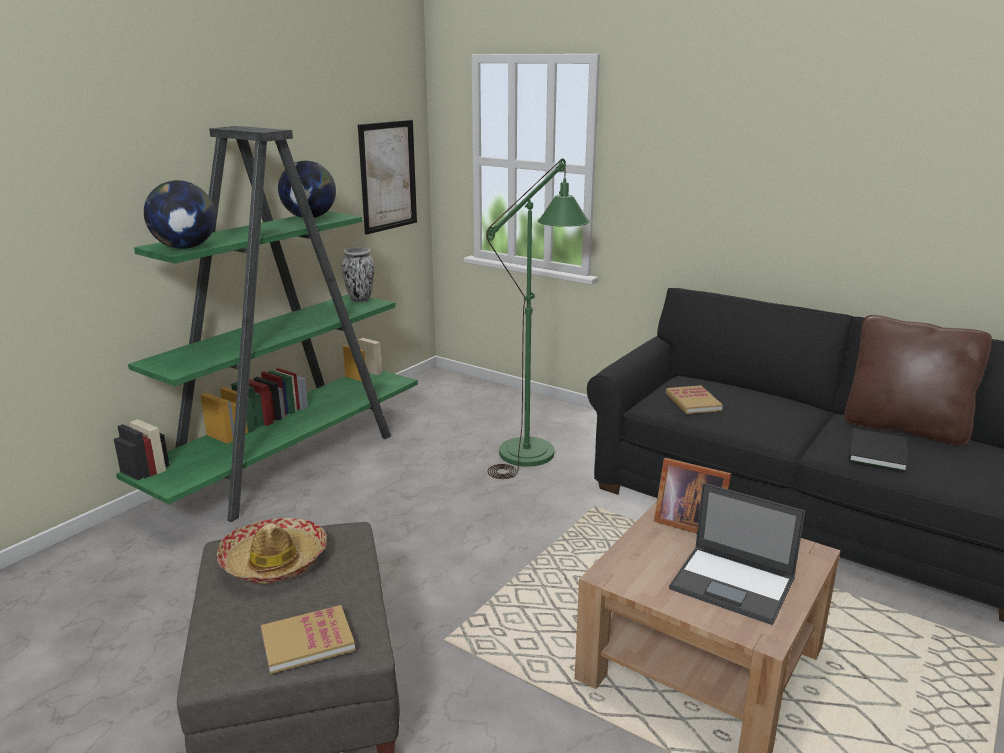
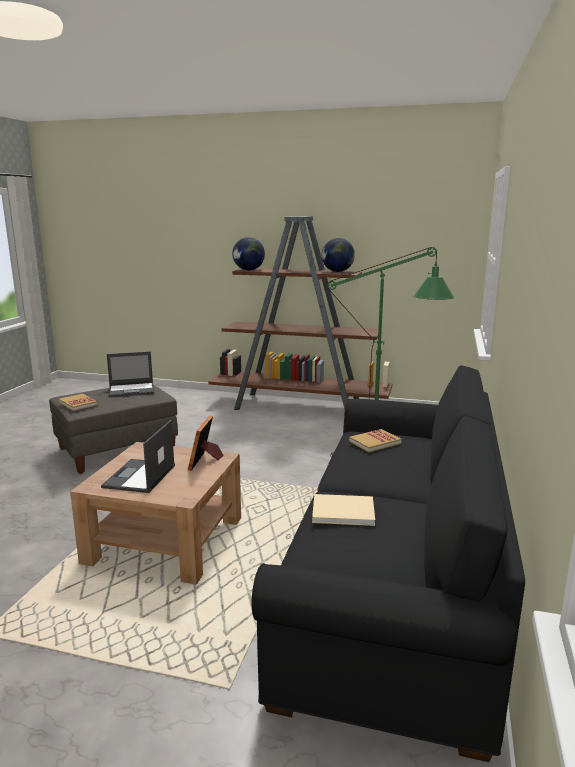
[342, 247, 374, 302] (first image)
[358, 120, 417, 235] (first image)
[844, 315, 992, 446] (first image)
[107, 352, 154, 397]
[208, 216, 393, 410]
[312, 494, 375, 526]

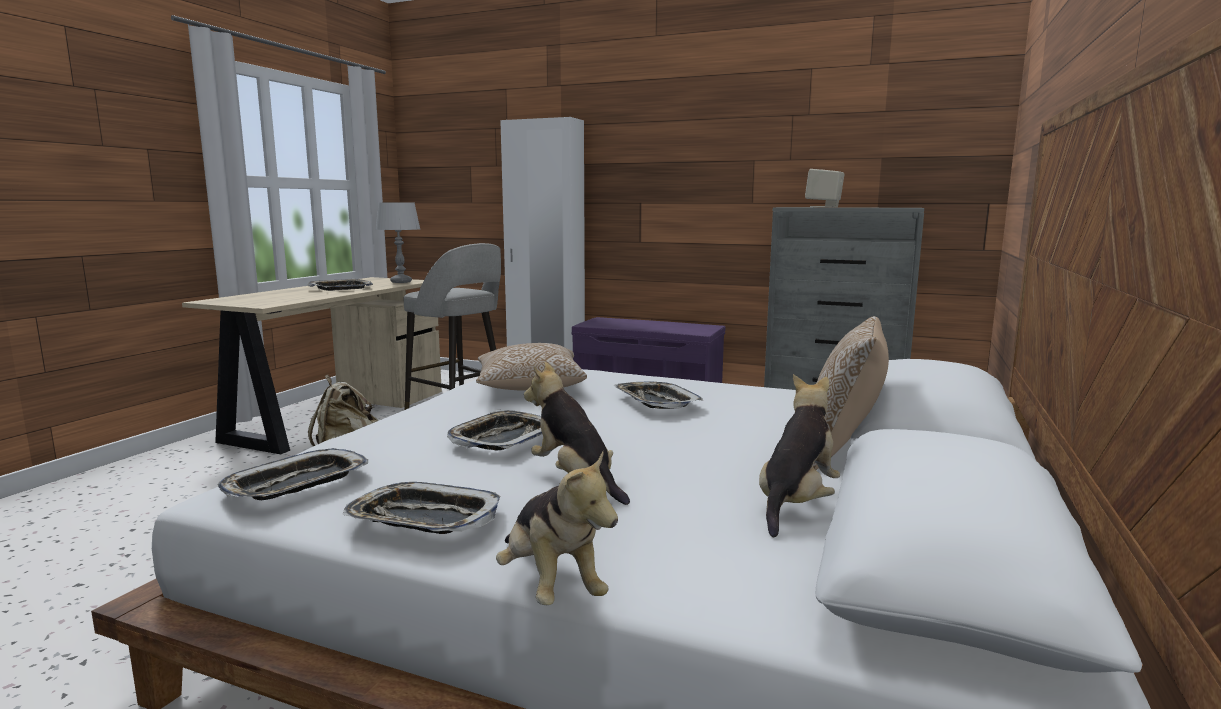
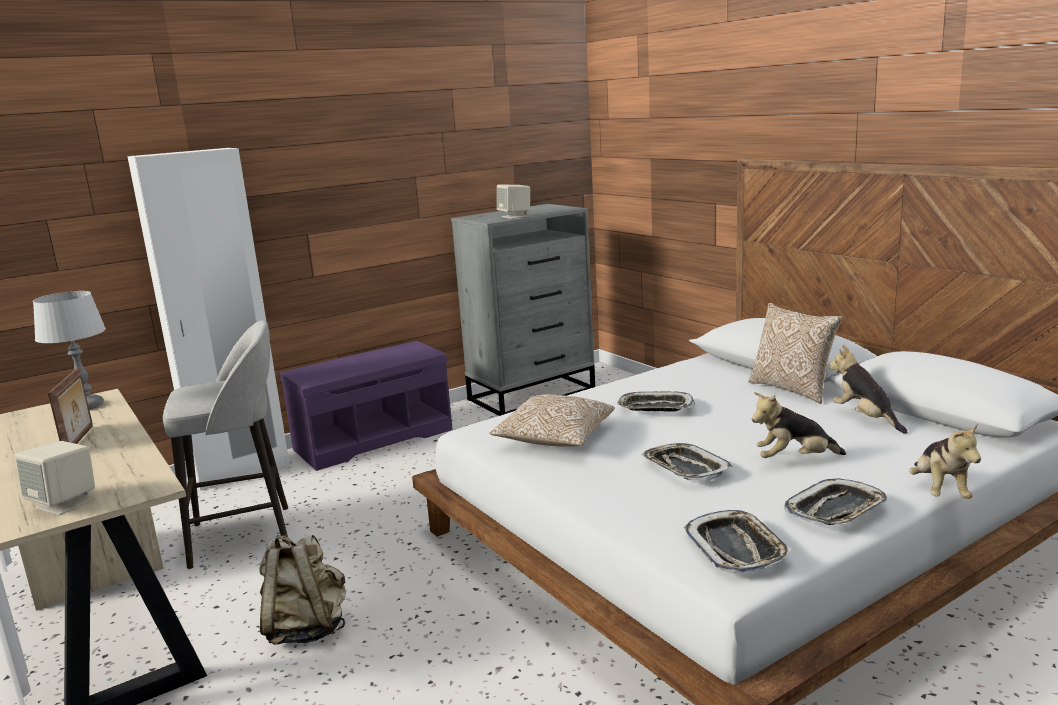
[15, 441, 95, 515]
[48, 367, 93, 444]
[909, 423, 981, 499]

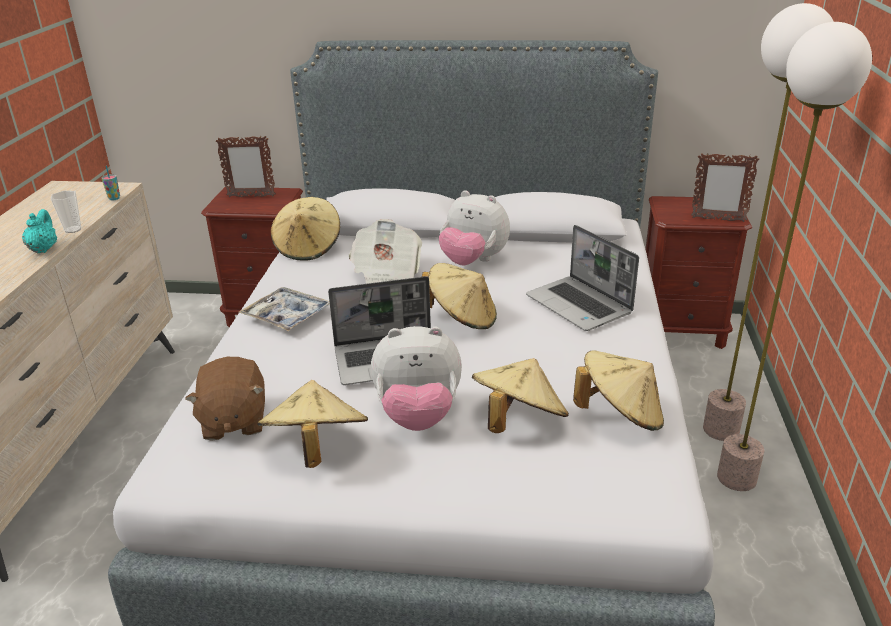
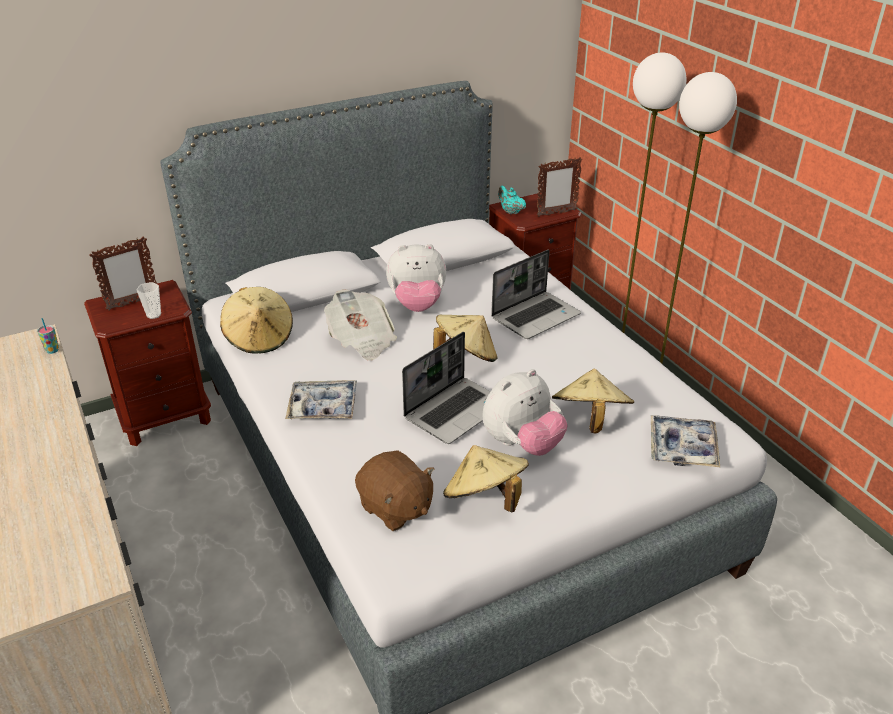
[573, 351, 664, 431] (first image)
[651, 415, 720, 467]
[498, 186, 526, 214]
[136, 282, 161, 319]
[491, 250, 581, 339]

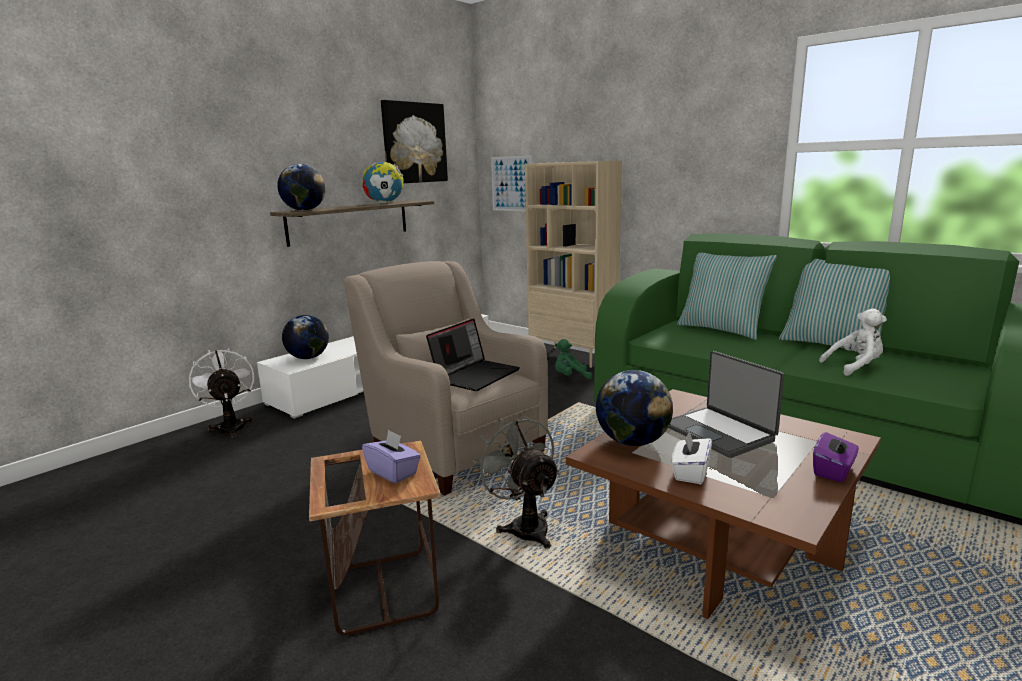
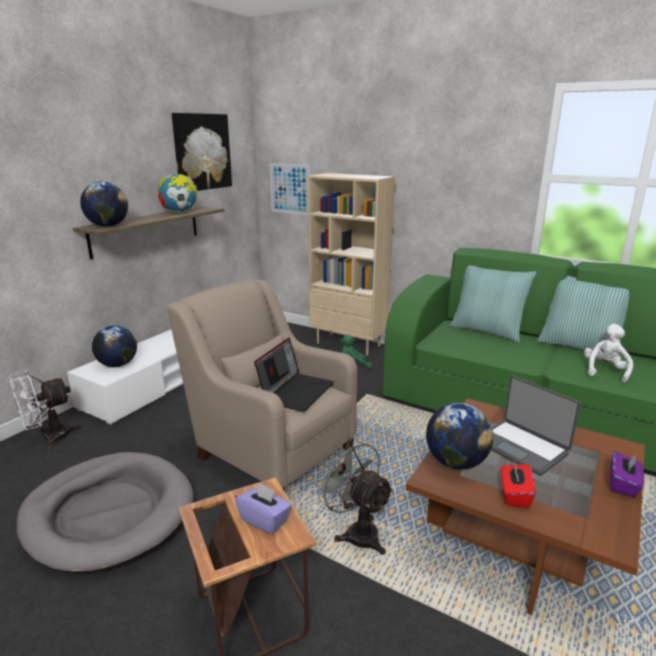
[17, 452, 193, 573]
[501, 460, 536, 508]
[10, 371, 81, 448]
[584, 324, 633, 383]

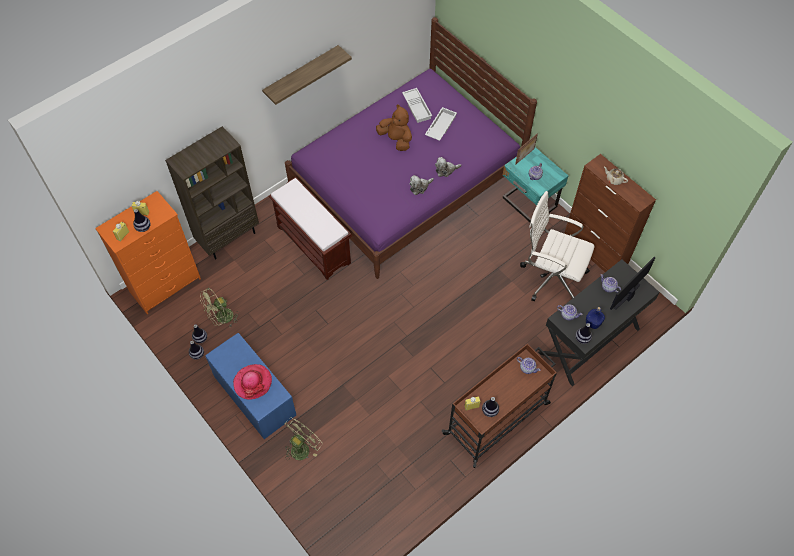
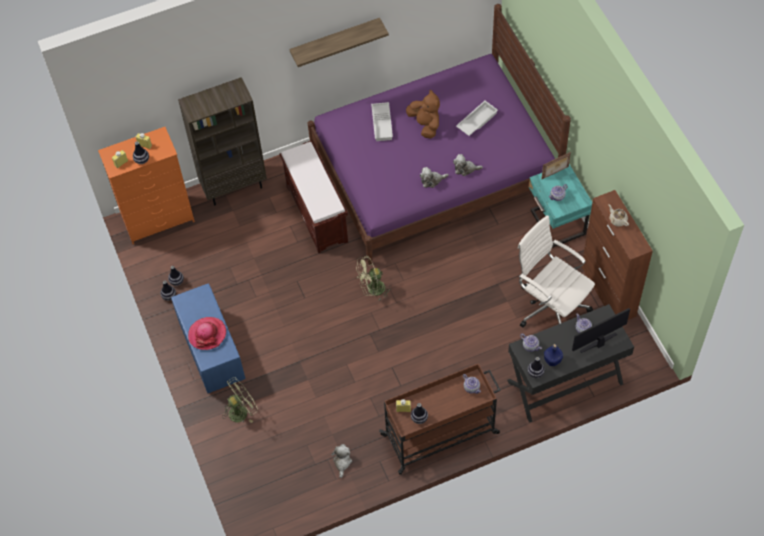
[332, 444, 352, 478]
[356, 256, 392, 301]
[371, 102, 393, 141]

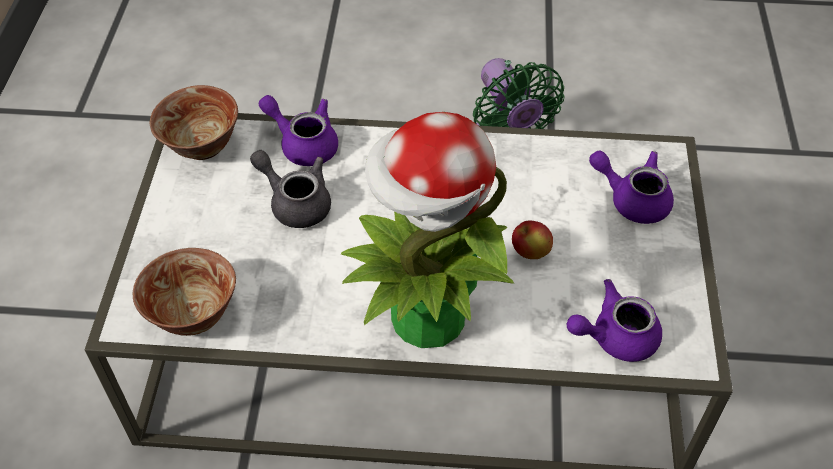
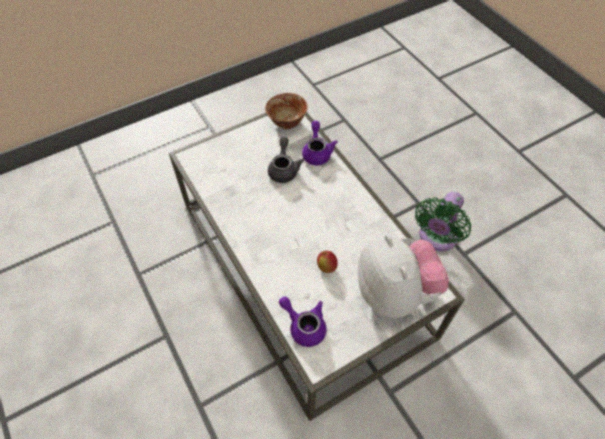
[133, 248, 236, 336] (first image)
[340, 112, 514, 348] (first image)
[358, 233, 449, 318]

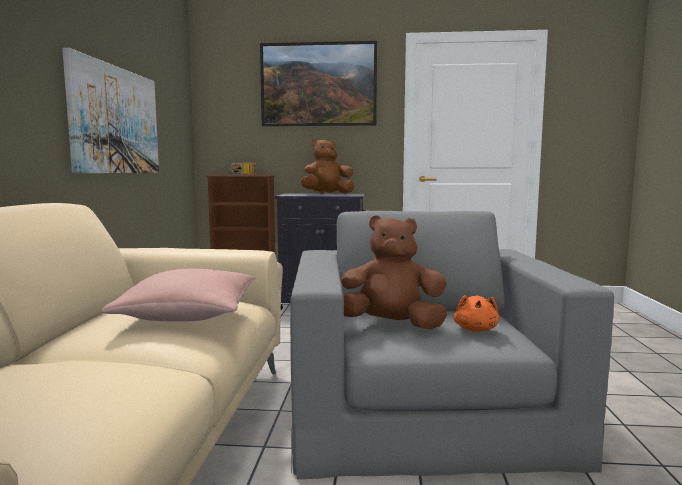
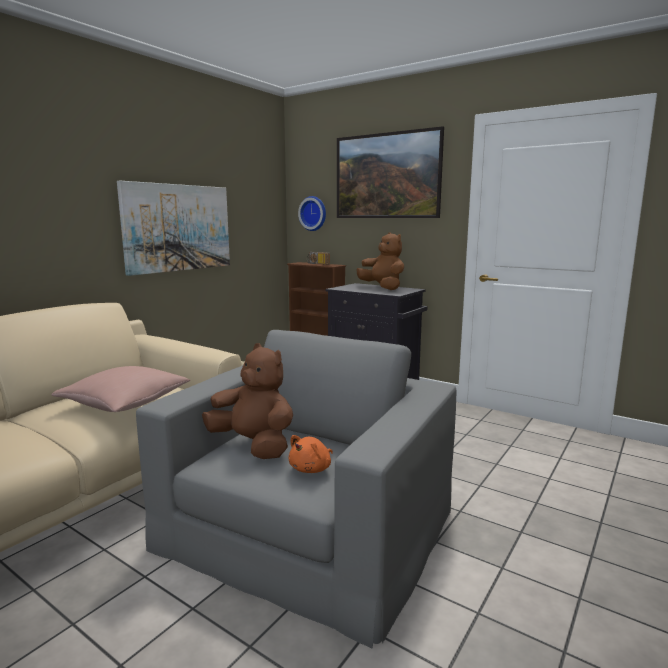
[298, 196, 326, 231]
[356, 232, 404, 290]

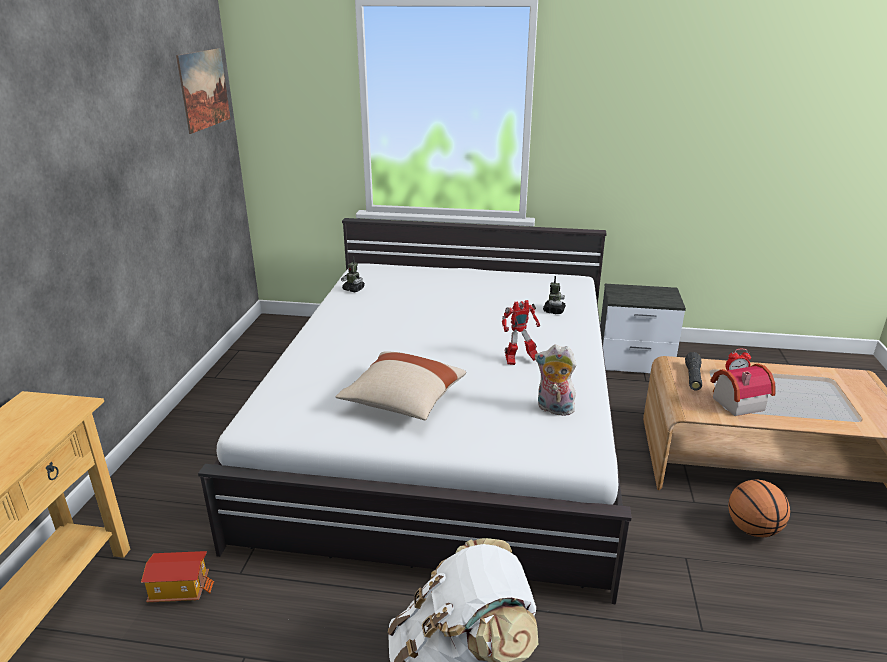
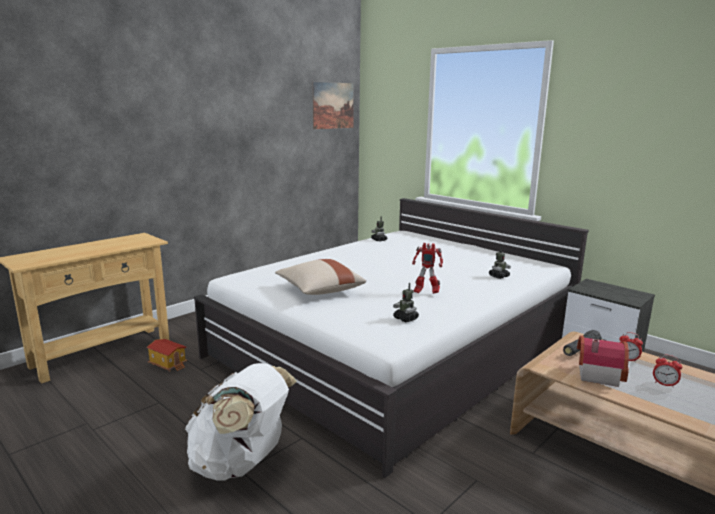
[728, 480, 790, 537] (first image)
[653, 354, 682, 388]
[393, 283, 419, 322]

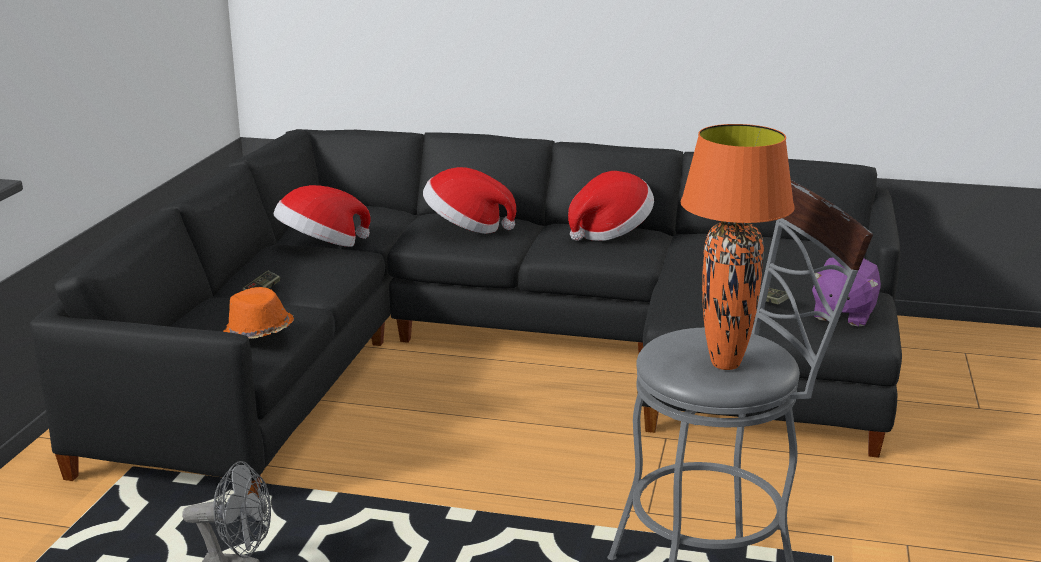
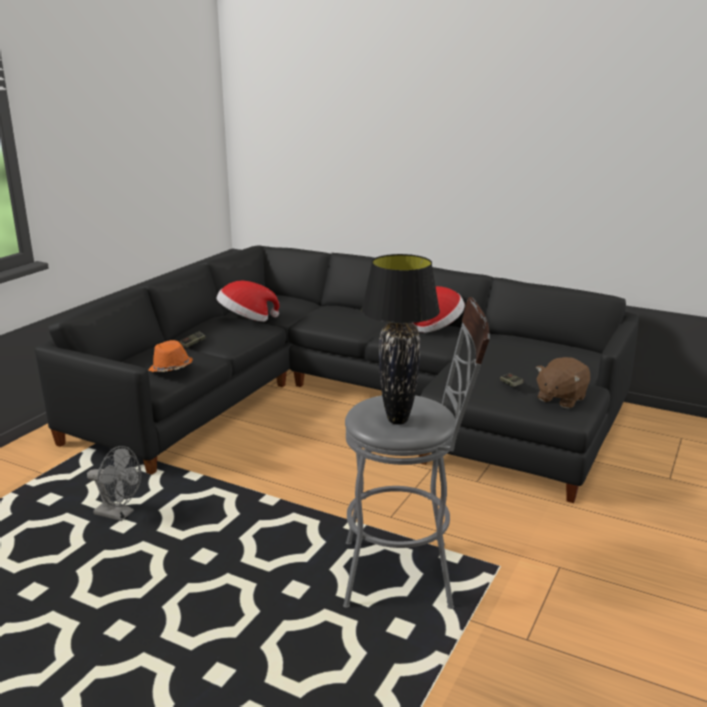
[423, 167, 516, 234] (first image)
[361, 254, 440, 425]
[536, 357, 590, 408]

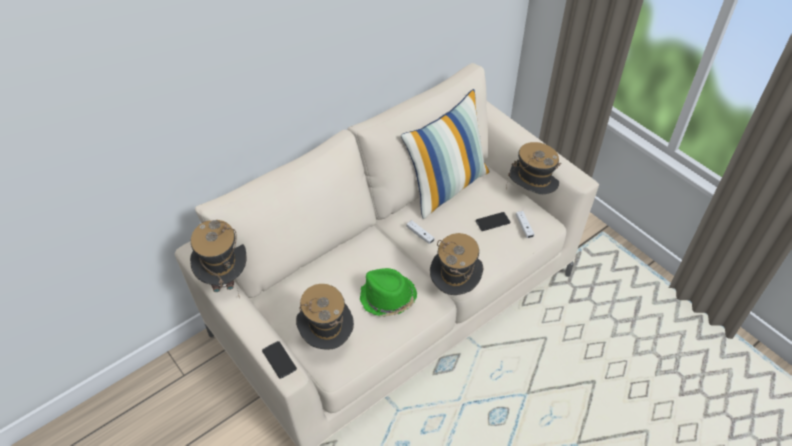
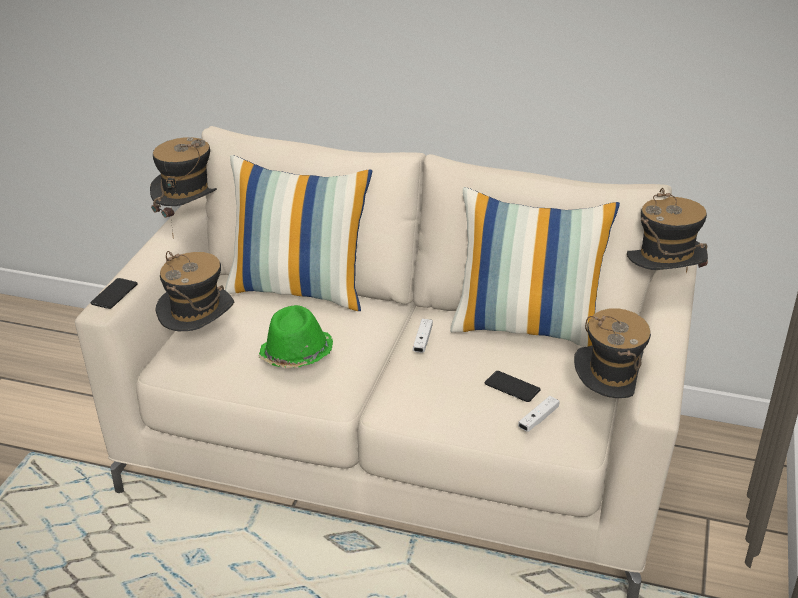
[225, 155, 372, 311]
[627, 188, 708, 273]

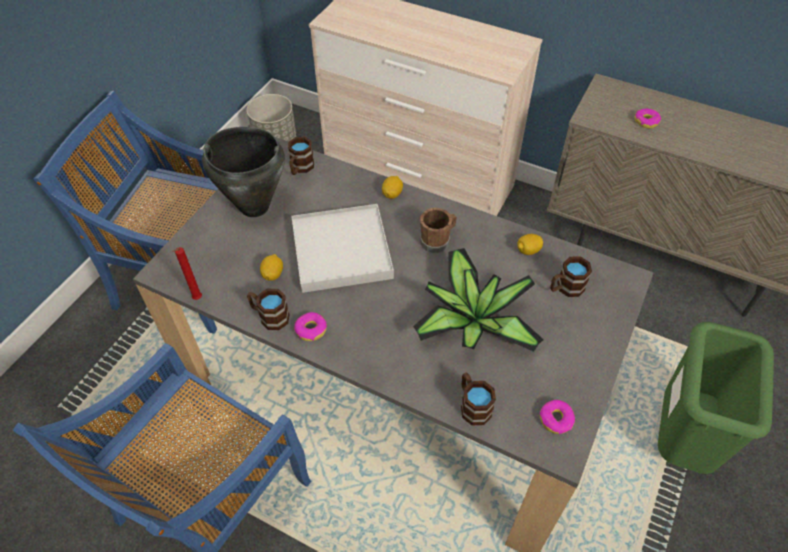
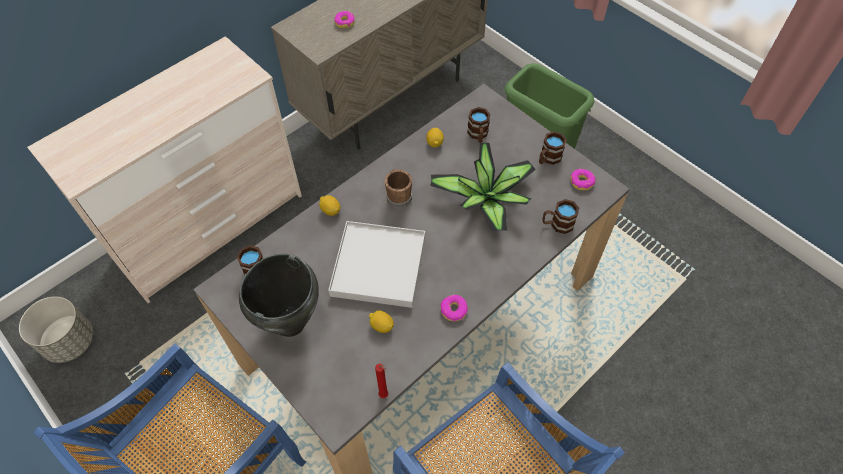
[539, 131, 567, 165]

